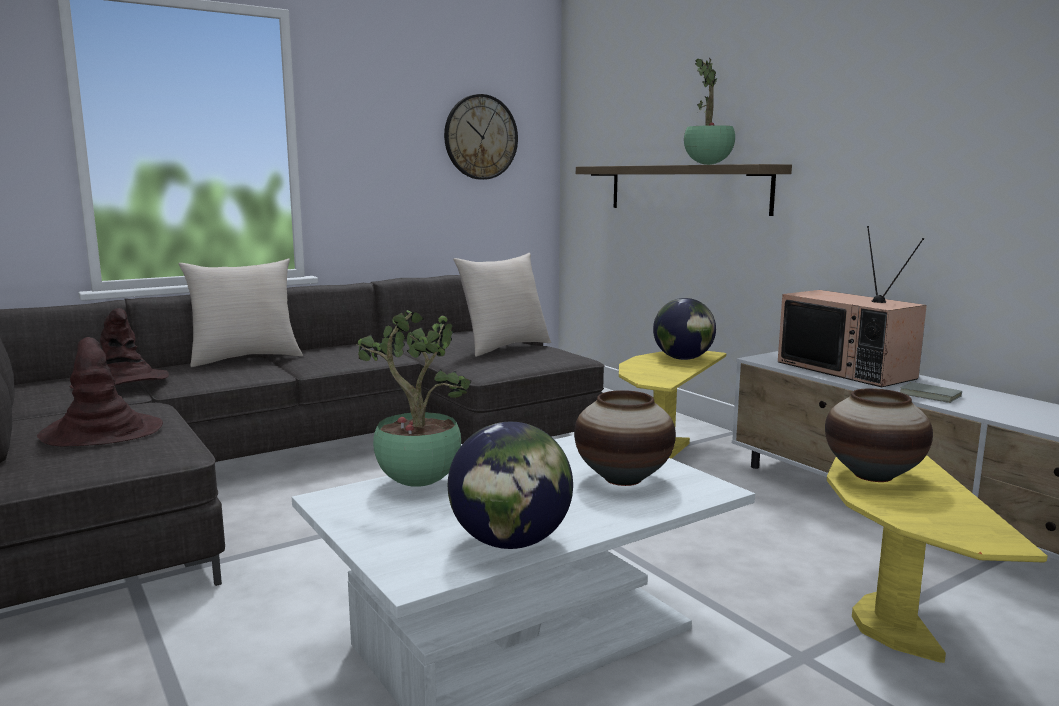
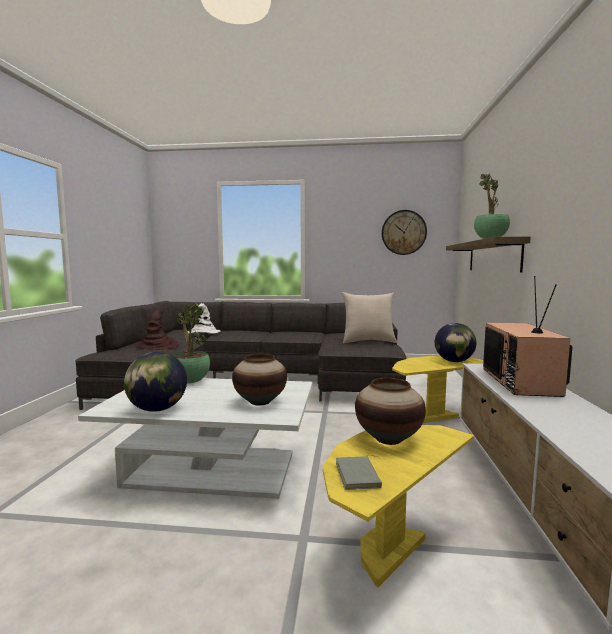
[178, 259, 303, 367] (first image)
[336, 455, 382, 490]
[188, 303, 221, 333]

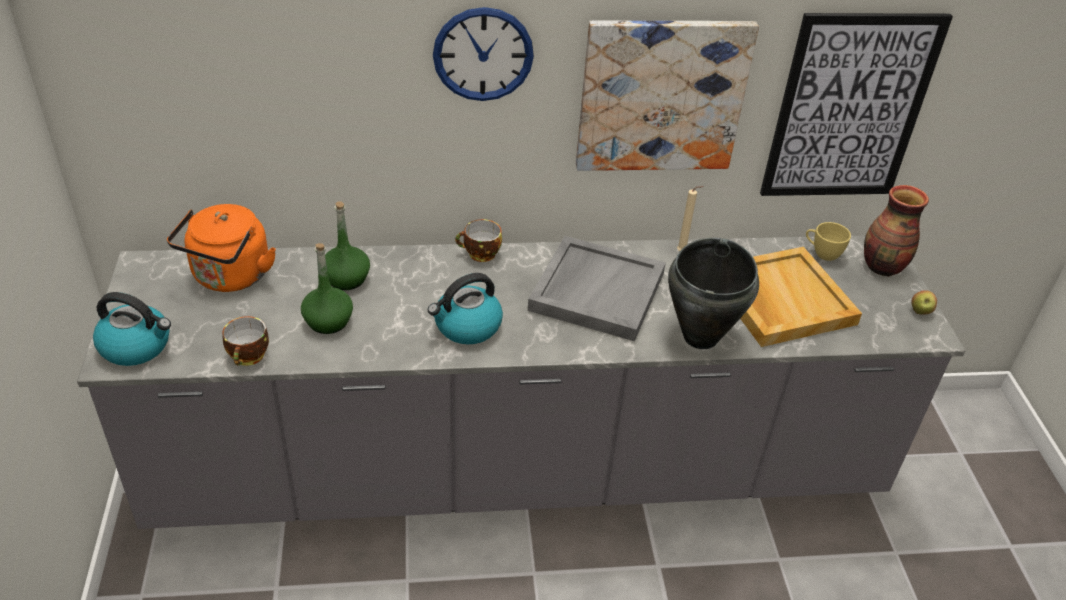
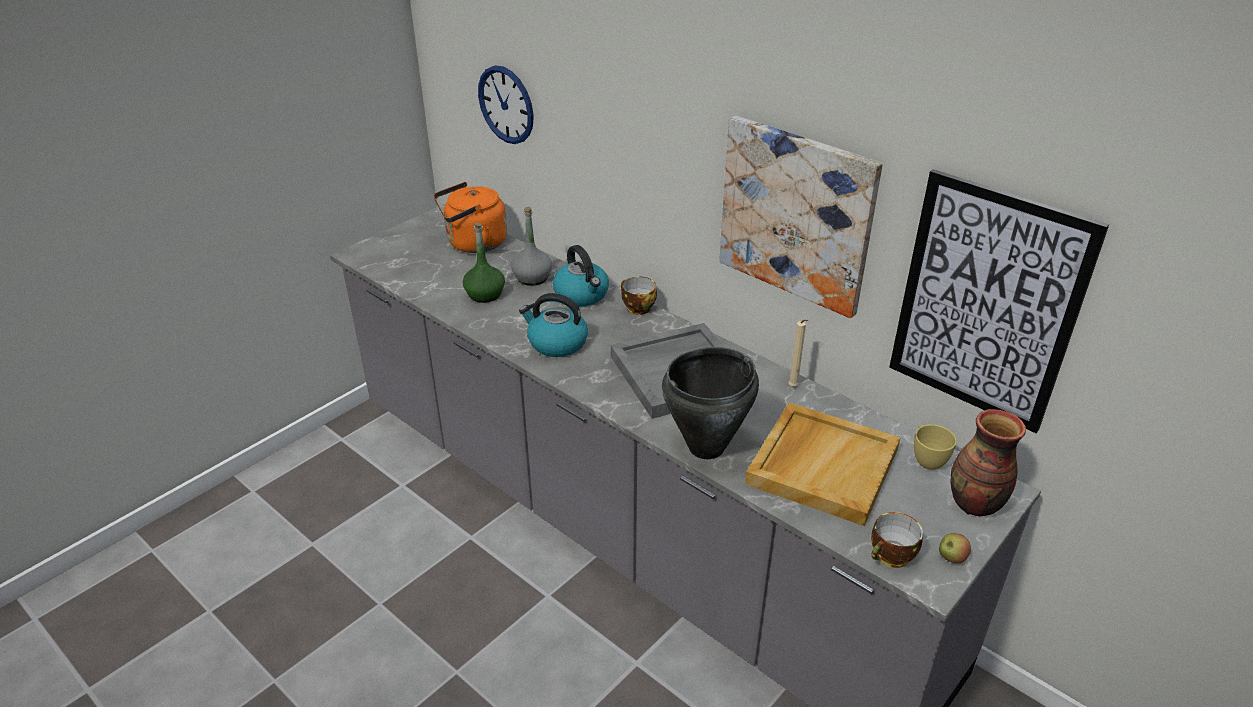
[553, 245, 609, 306]
[871, 512, 923, 568]
[478, 66, 534, 144]
[511, 207, 552, 286]

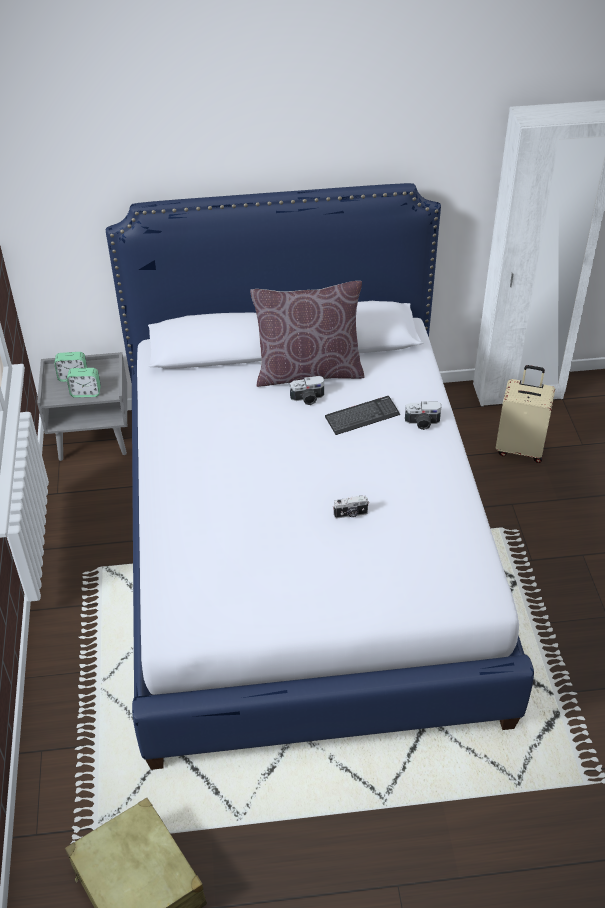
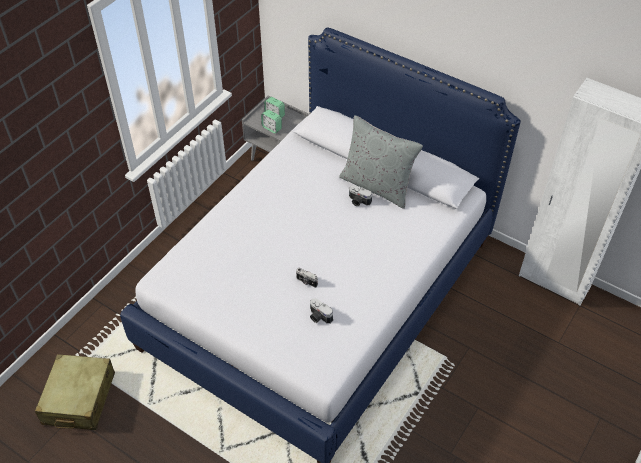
[325, 396, 400, 435] (first image)
[496, 365, 555, 463] (first image)
[310, 298, 333, 324]
[339, 115, 423, 209]

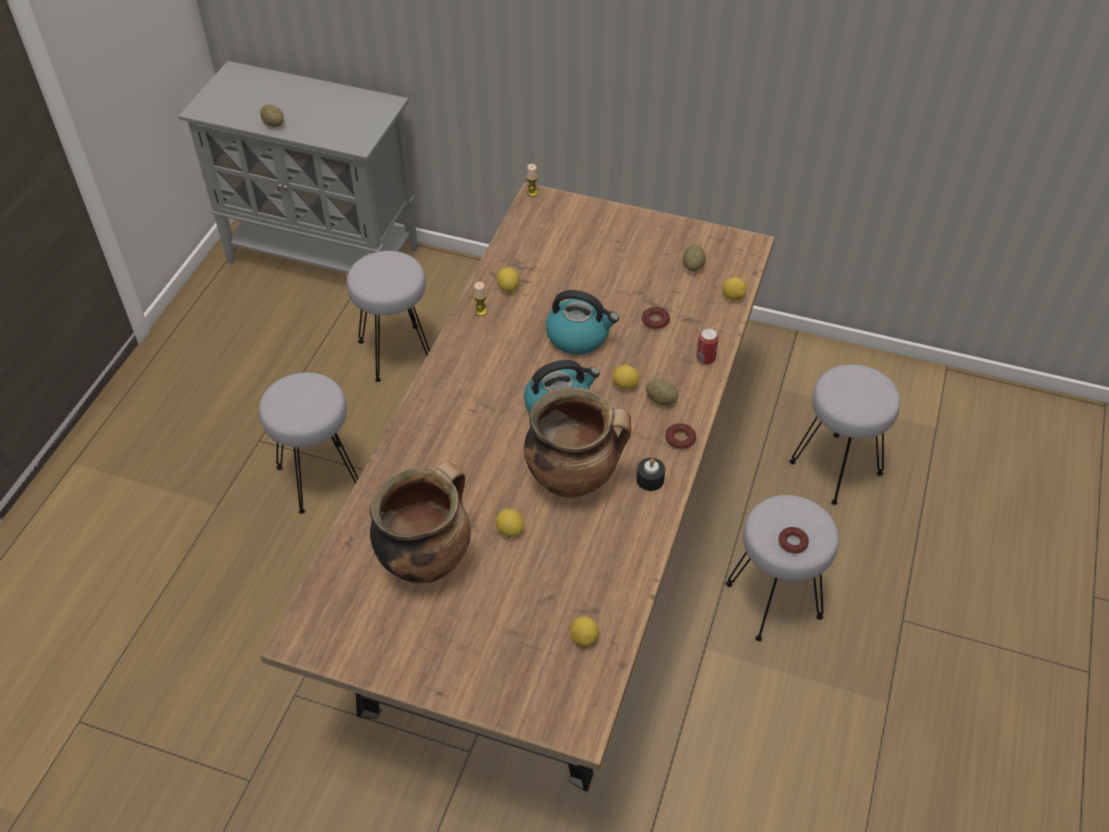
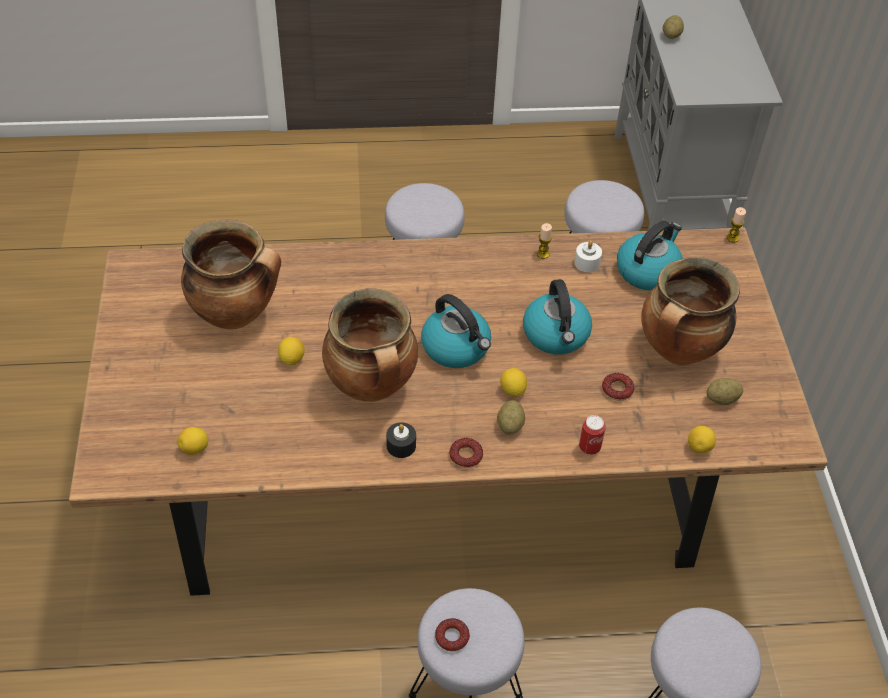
[617, 221, 683, 291]
[641, 257, 740, 365]
[574, 241, 602, 272]

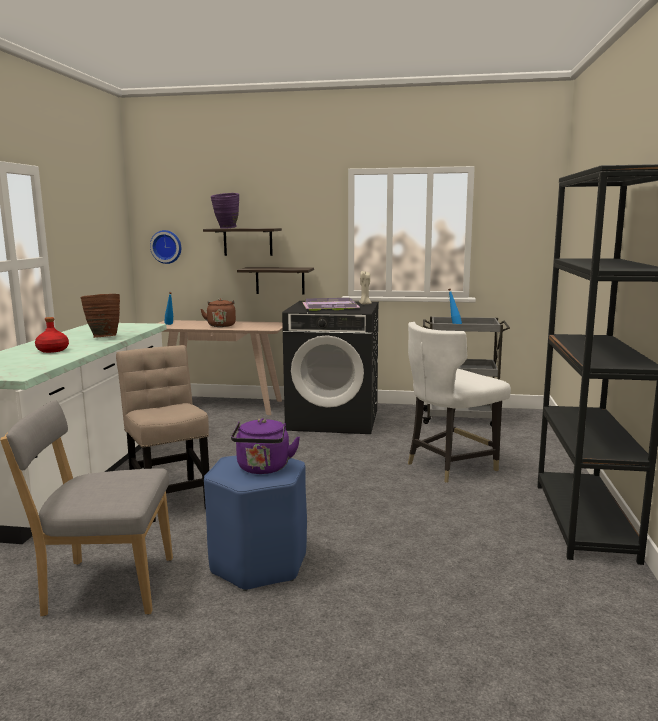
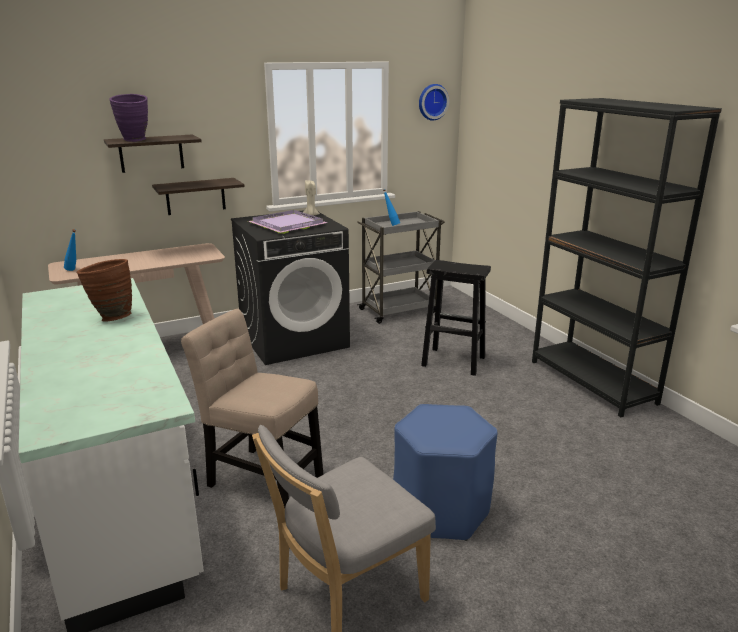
[35, 317, 69, 353] (first image)
[201, 298, 236, 327] (first image)
[231, 418, 300, 474] (first image)
[419, 84, 449, 121]
[421, 260, 491, 376]

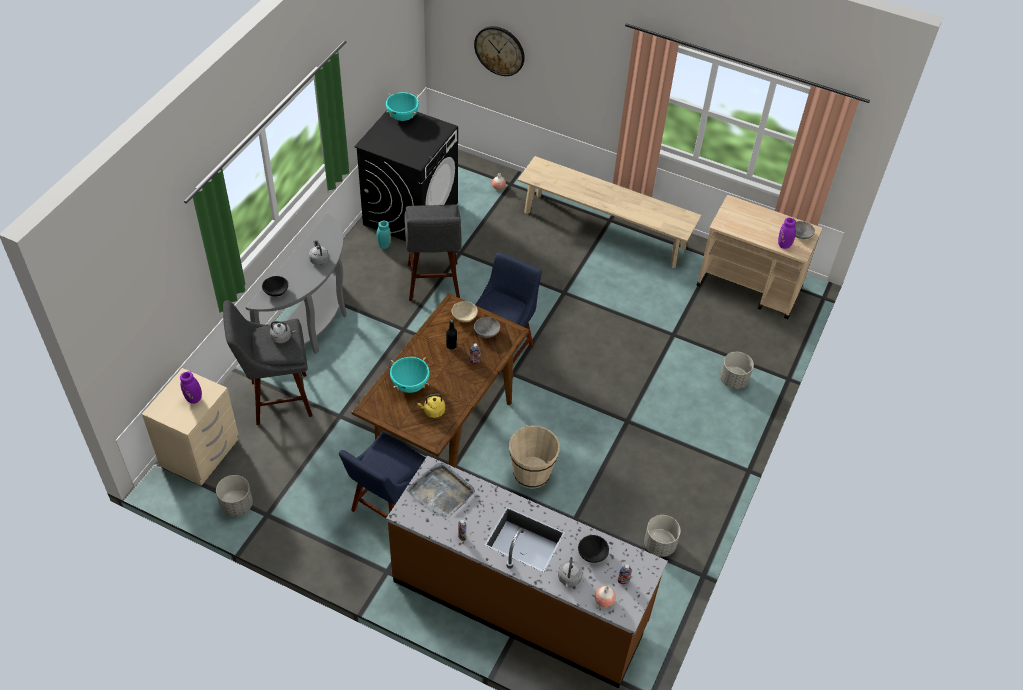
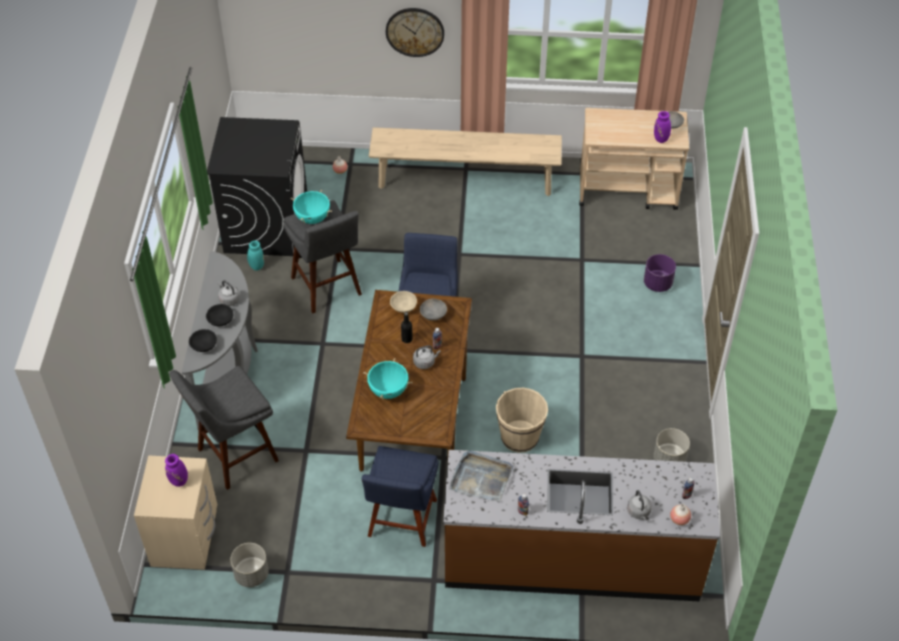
[417, 394, 445, 418] (first image)
[413, 345, 441, 369]
[291, 190, 332, 224]
[386, 8, 444, 57]
[206, 304, 234, 326]
[644, 254, 676, 292]

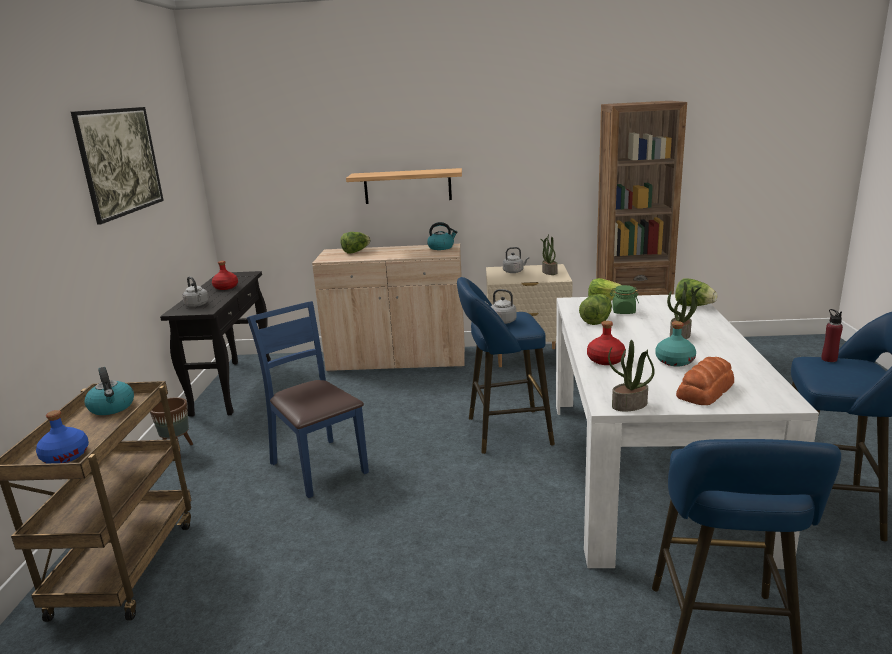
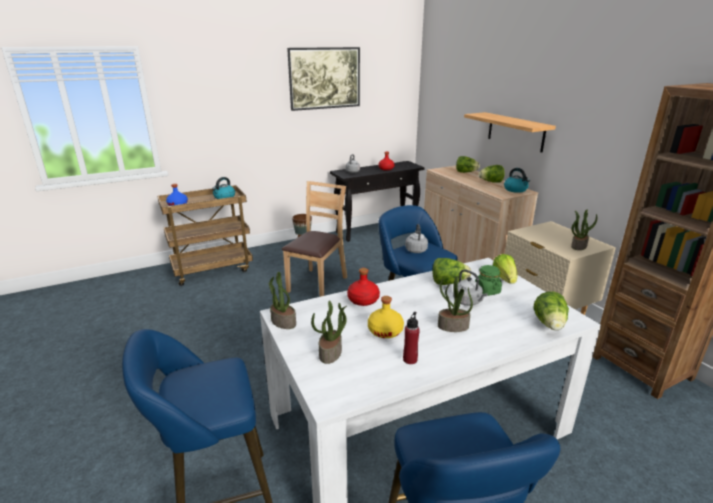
[479, 165, 505, 183]
[453, 269, 488, 306]
[403, 312, 420, 364]
[311, 301, 347, 364]
[282, 181, 347, 297]
[368, 296, 404, 338]

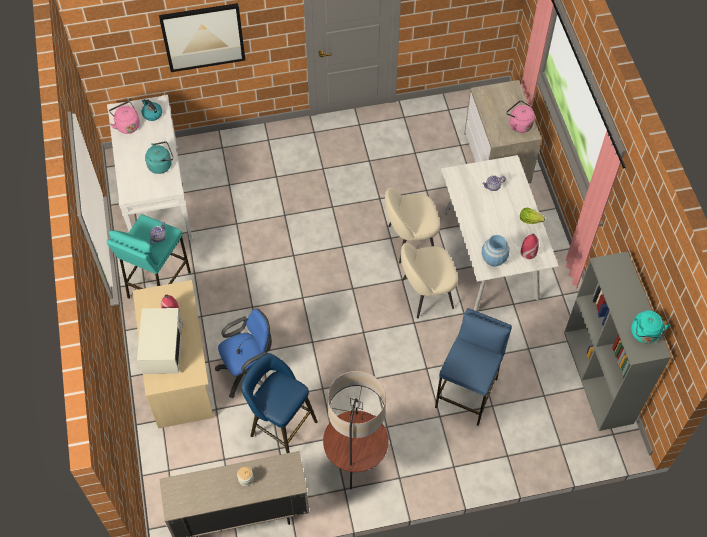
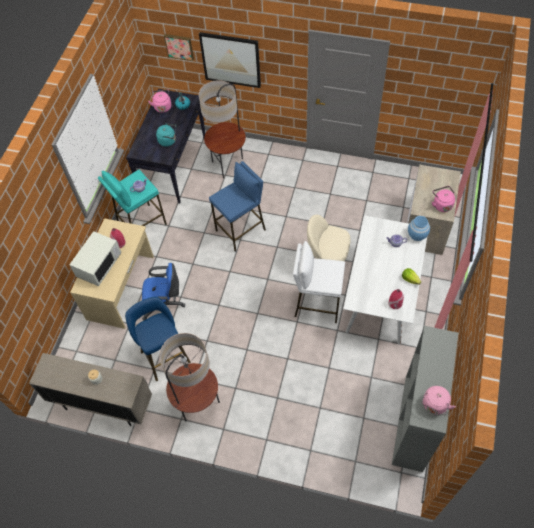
[164, 34, 194, 61]
[199, 80, 246, 178]
[209, 161, 266, 252]
[408, 216, 430, 241]
[293, 241, 345, 323]
[126, 89, 205, 203]
[422, 386, 456, 415]

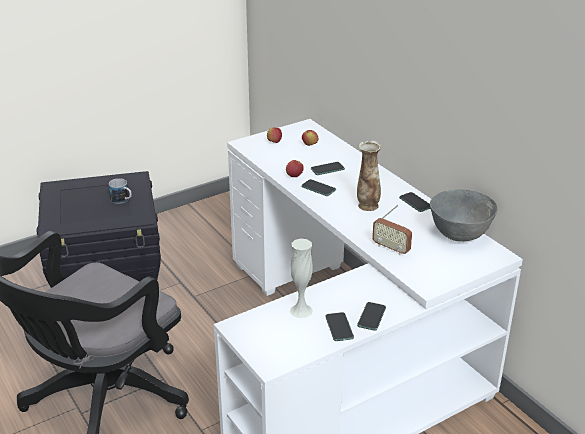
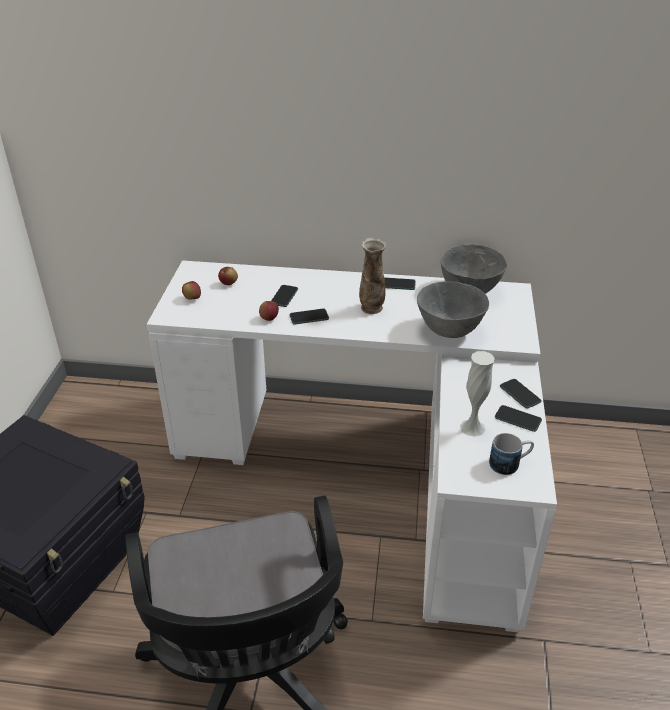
[489, 433, 534, 475]
[417, 281, 489, 338]

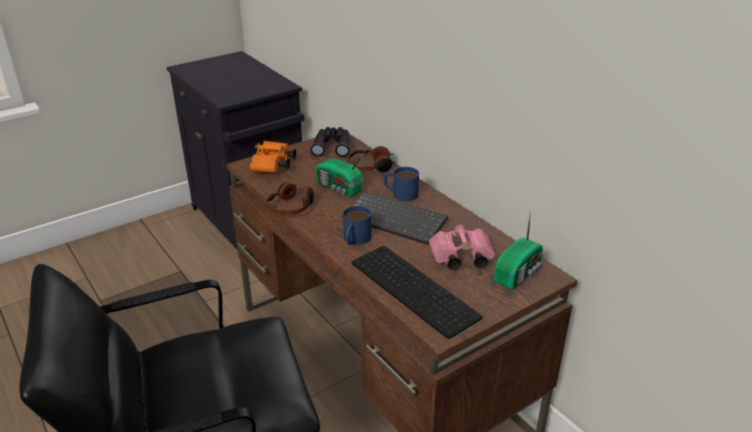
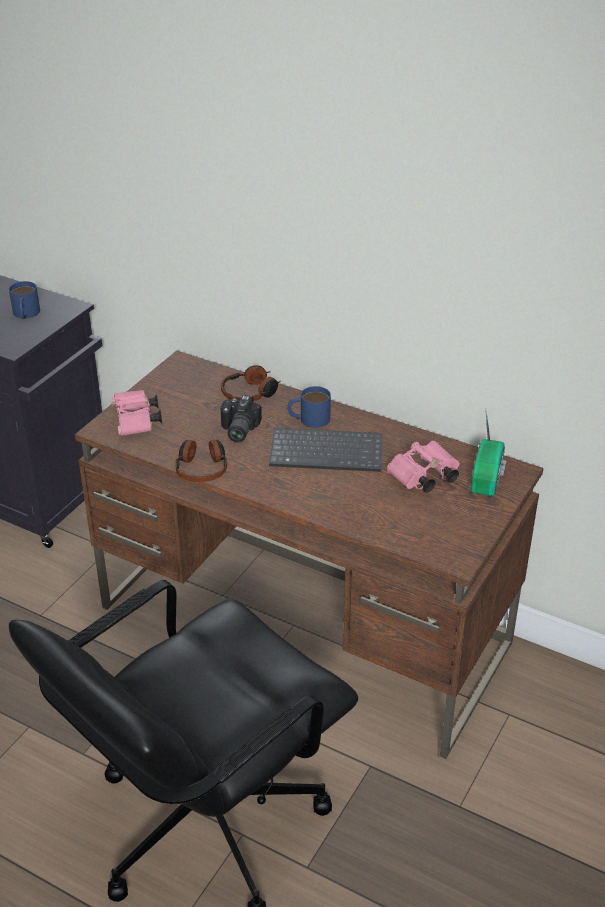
[310, 127, 350, 157] (first image)
[352, 246, 482, 339] (first image)
[9, 281, 40, 319]
[221, 395, 262, 443]
[112, 390, 162, 436]

